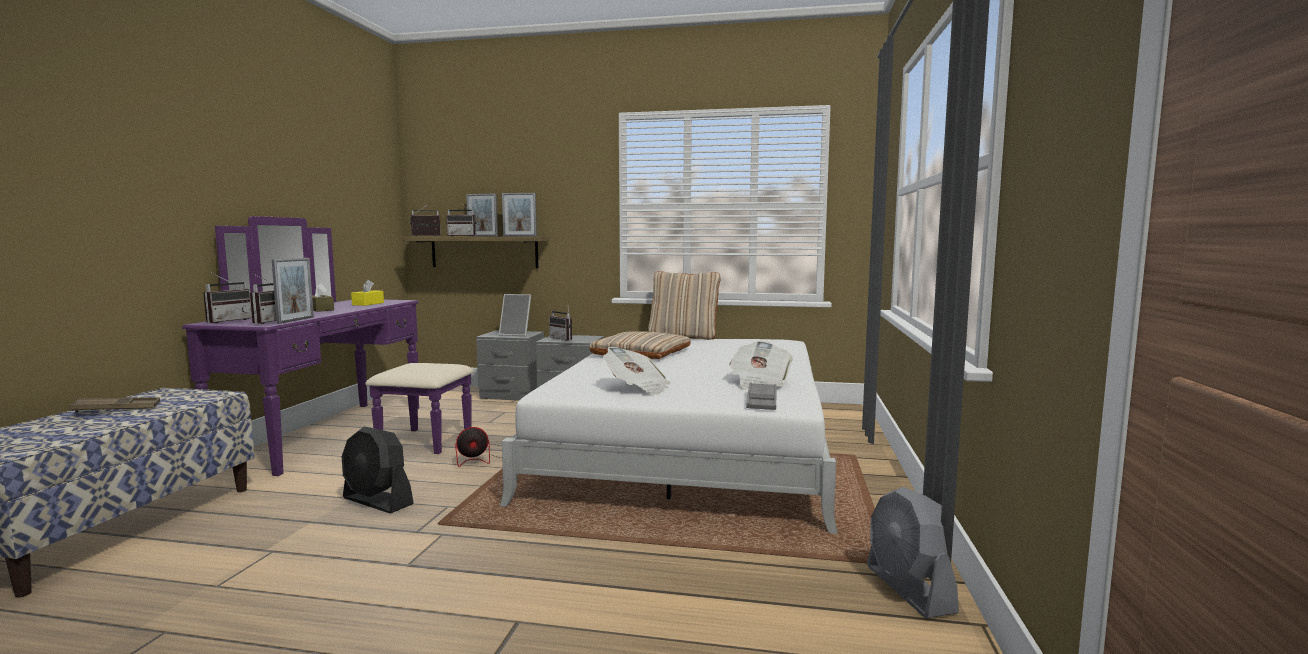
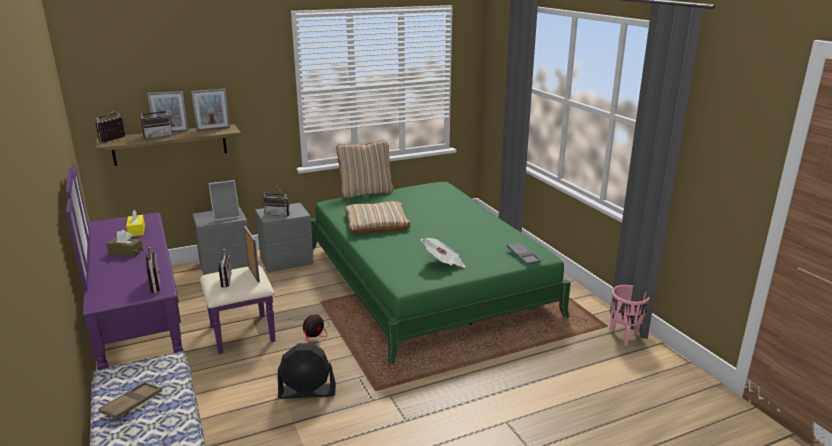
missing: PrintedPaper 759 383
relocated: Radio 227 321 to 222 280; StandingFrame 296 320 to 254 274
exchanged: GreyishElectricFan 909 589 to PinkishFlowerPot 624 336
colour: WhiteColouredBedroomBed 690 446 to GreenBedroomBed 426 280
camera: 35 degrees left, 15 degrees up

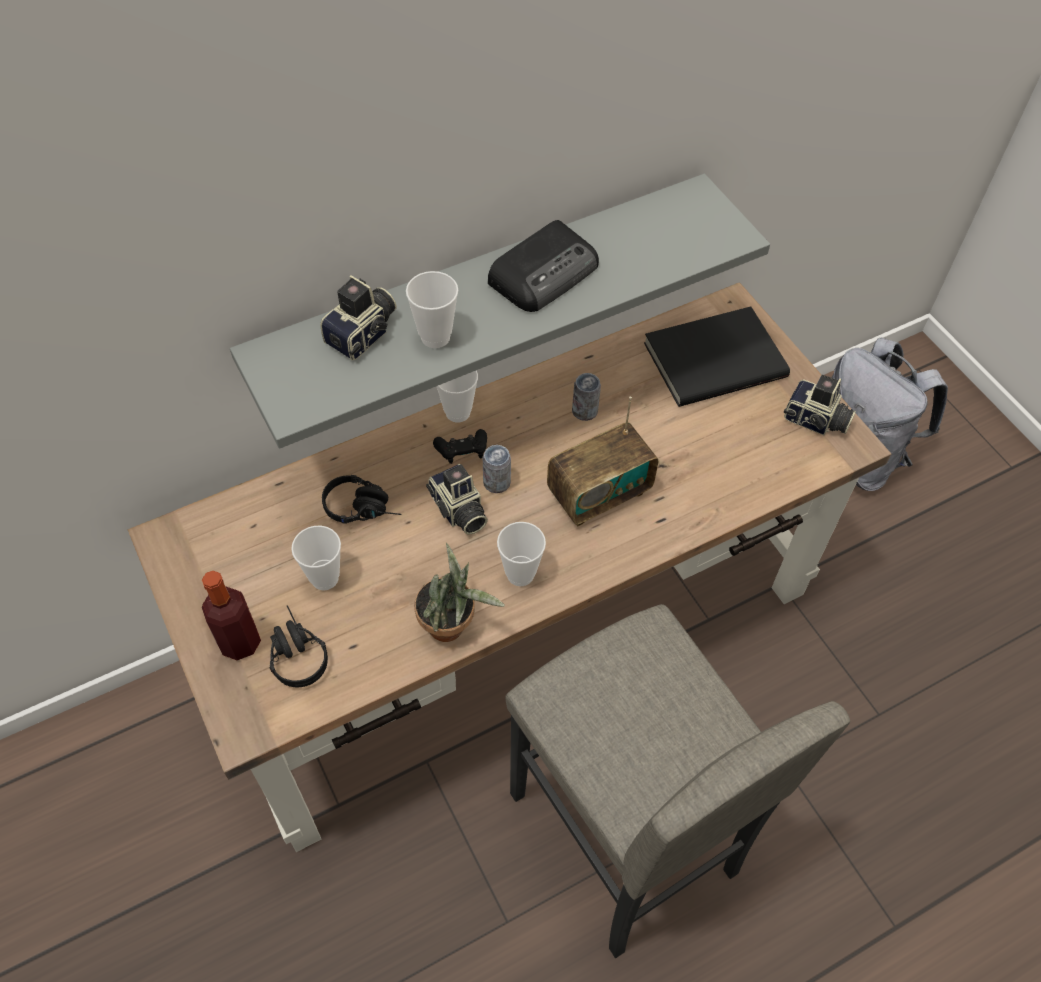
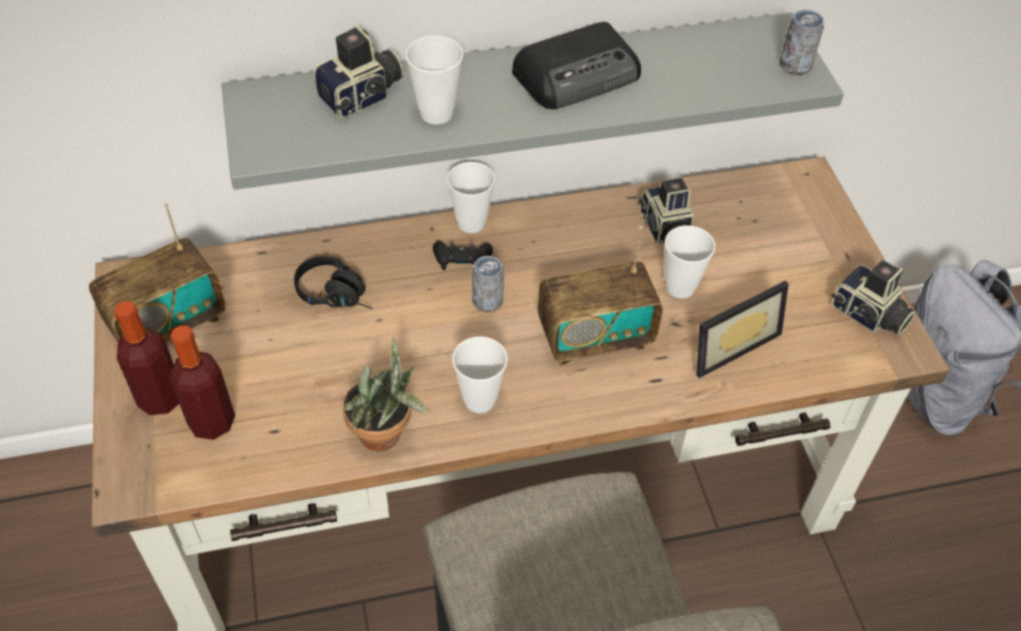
missing: BlackBook 713 358
appeared: Radio 168 324; StandingFrame 728 342
relocated: DrinkingCup 324 578 to 680 287; PhotoCamera 458 511 to 665 232; MetalCan 584 411 to 795 66
exchanged: BlackHeadphones 295 652 to BeverageBottle 212 422
camera: 15 degrees right, 5 degrees down

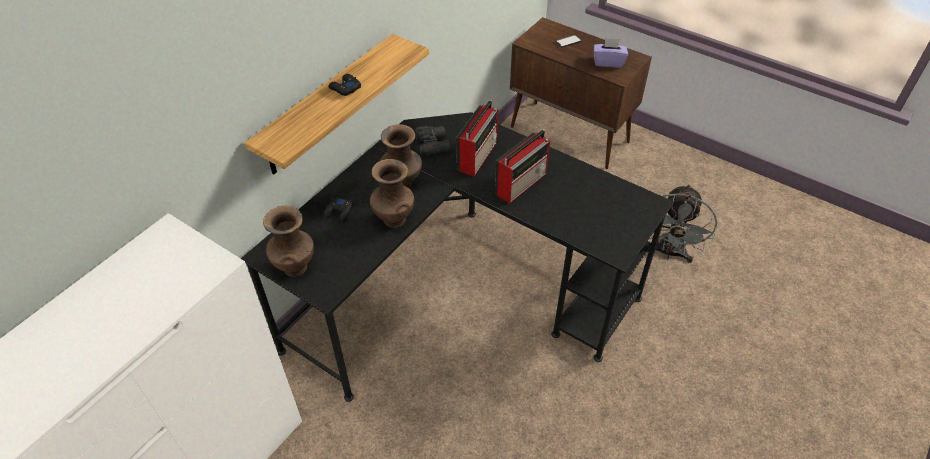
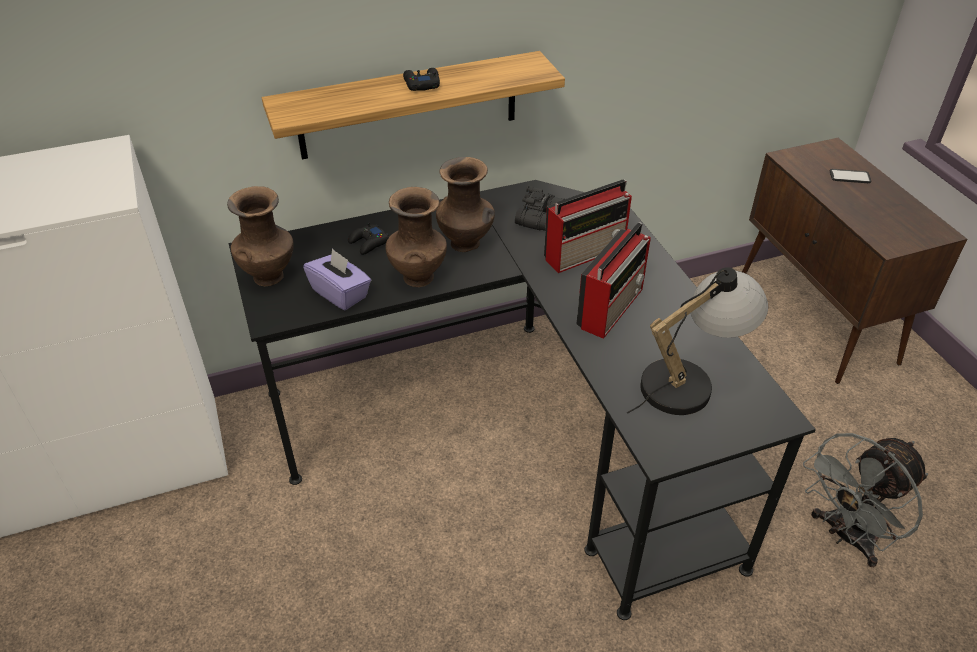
appeared: TabletopLamp 690 381
relocated: PurpleColouredBoxOfTissues 608 62 to 340 293
spun: Radio 522 183 = 611 307 45 degrees counterclockwise
camera: 35 degrees right, 5 degrees down

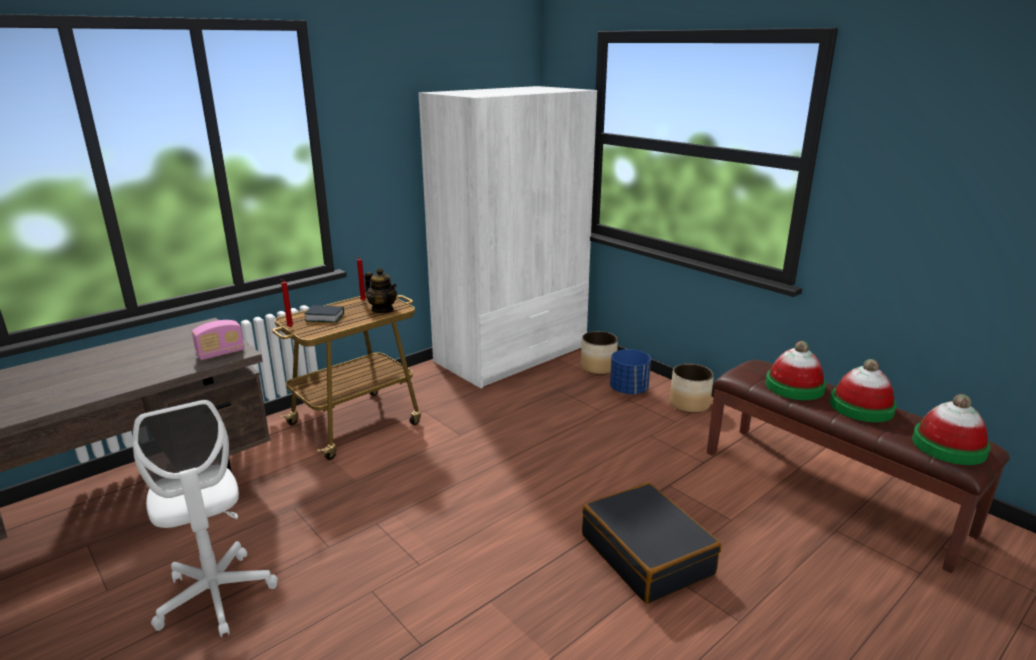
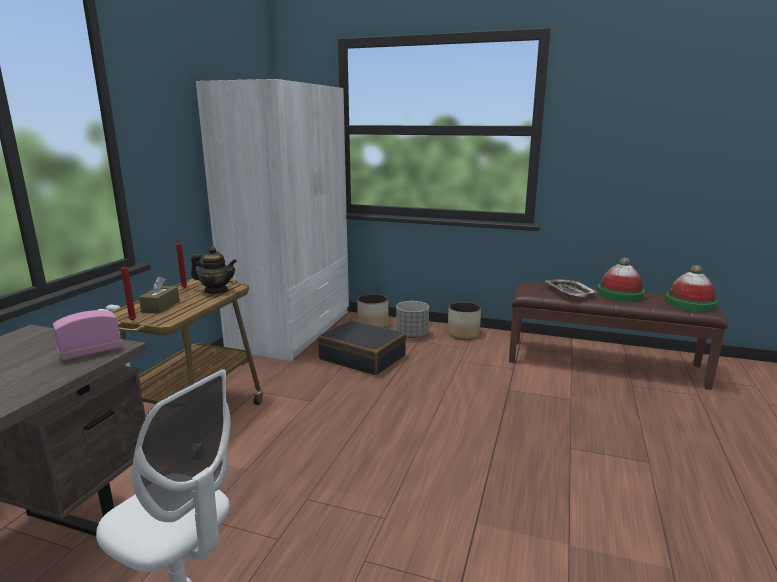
relocated: BlackTravelCase 647 554 to 362 357
exchanged: Book 324 317 to BrownBoxOfTissues 161 306; WearableHat 794 386 to CarryingTray 569 291
colour: BlueColouredFlowerPot 629 390 to GreyishFlowerPot 412 335
spun: Radio 221 353 = 91 352 150 degrees counterclockwise
camera: 30 degrees left, 5 degrees down

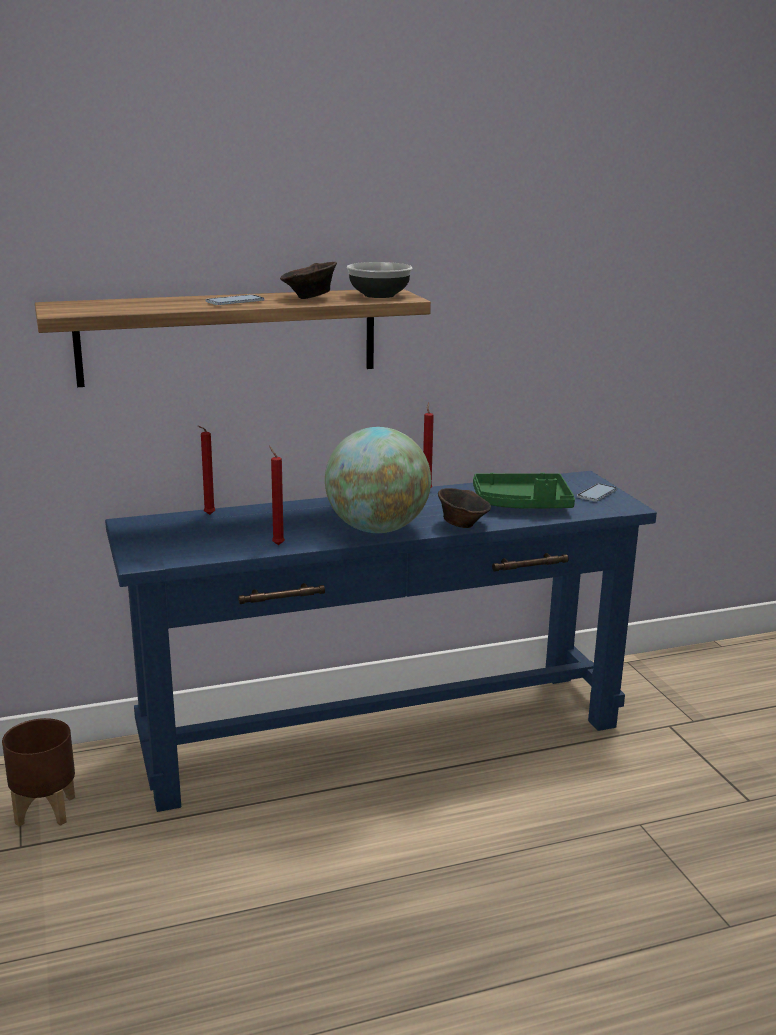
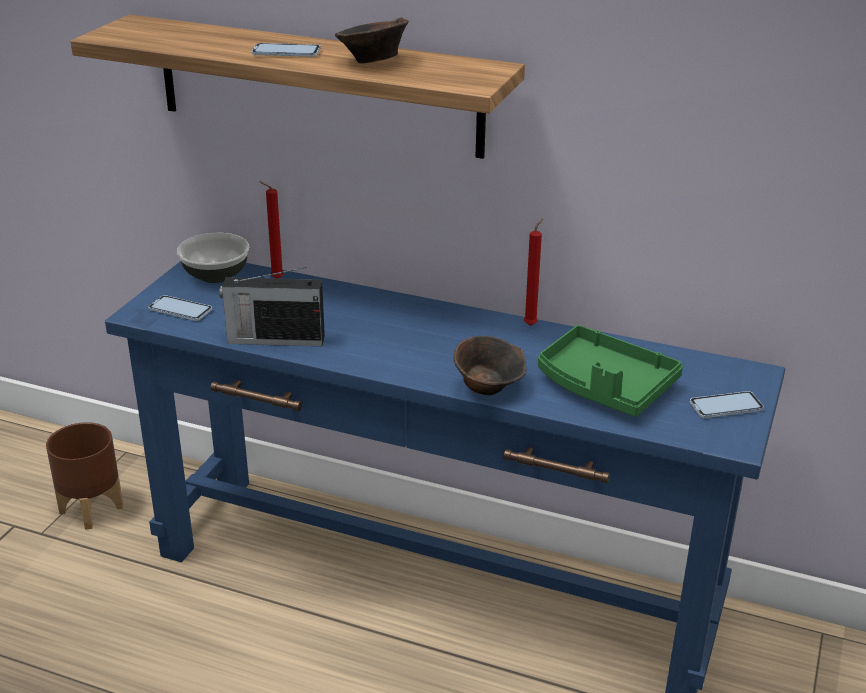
missing: WorldGlobe 377 529
appeared: Telephone 180 310
relocated: Bowl 378 295 to 216 275
exchanged: RedWaxCandle 277 544 to Radio 274 339
camera: 40 degrees right, 10 degrees up

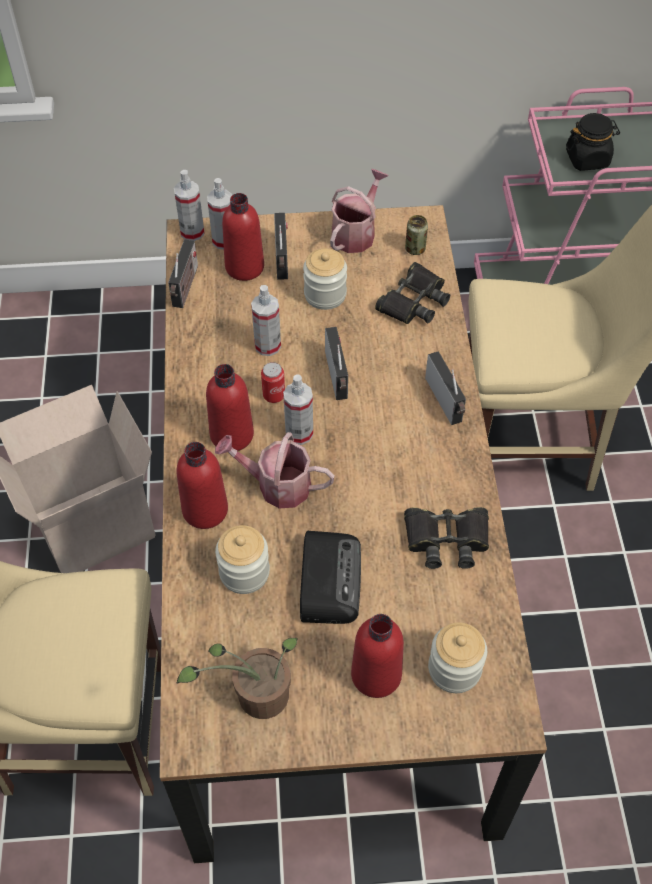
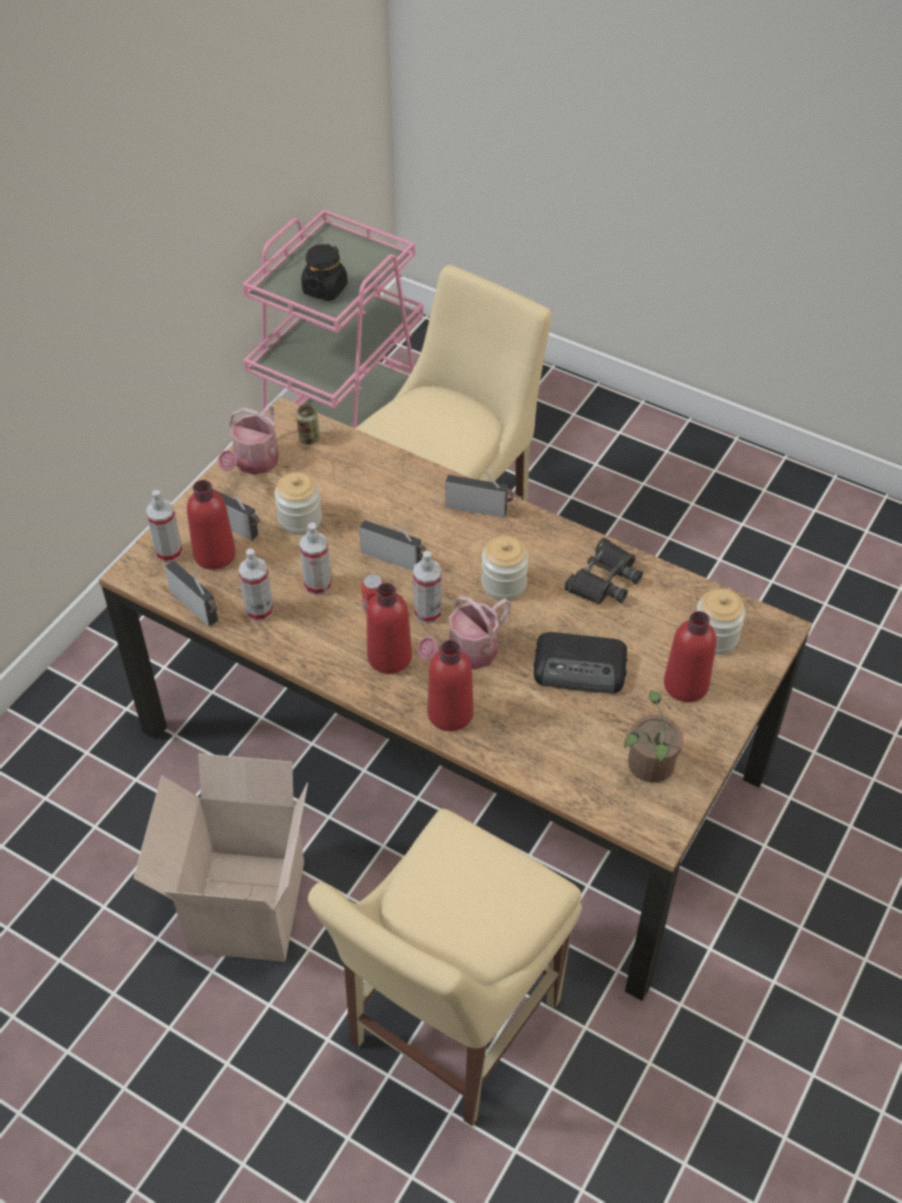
missing: BlackPairOfBinoculars 414 301
relocated: SprayBottle 192 232 to 259 610; StorageJar 244 572 to 504 584
spun: Radio 328 579 = 581 668 150 degrees clockwise; WateringPot 356 233 = 253 464 135 degrees counterclockwise
camera: 55 degrees left, 5 degrees down

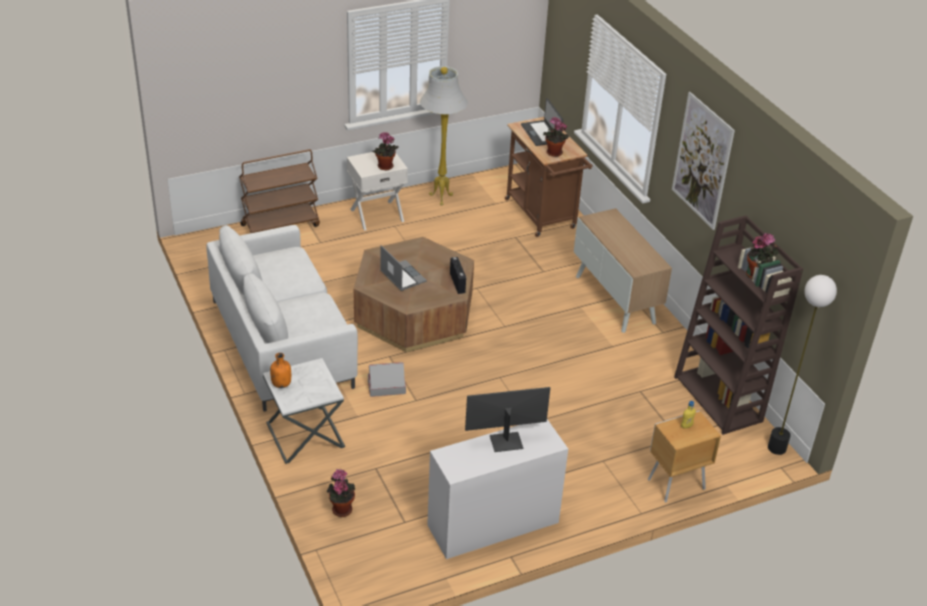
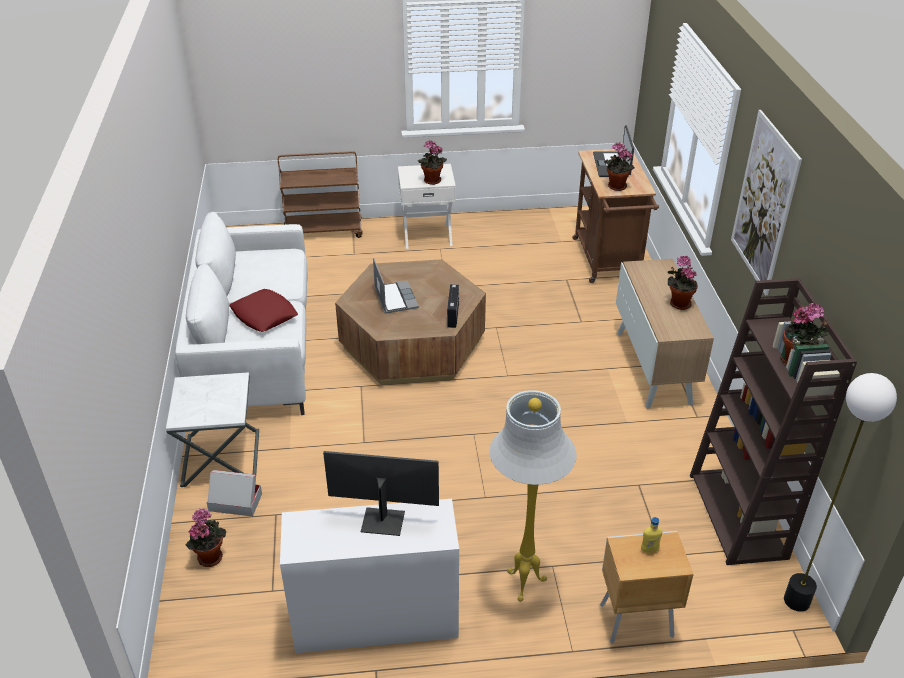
missing: OrangeColouredBeverageBottle 281 384
appeared: RedThrowPillow 264 315; Houseplant 678 303
relocated: Carton 386 387 to 235 502; WhiteColouredFloorLamp 440 198 to 522 584
camera: 20 degrees right, 0 degrees up

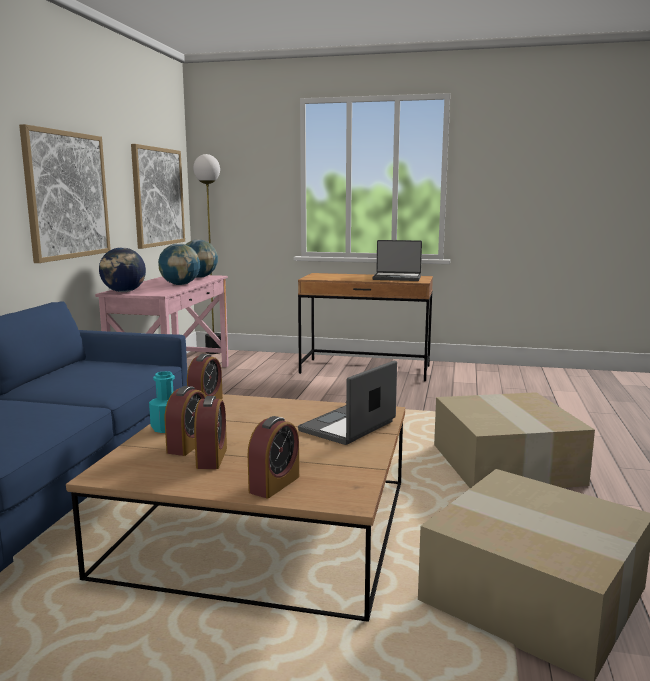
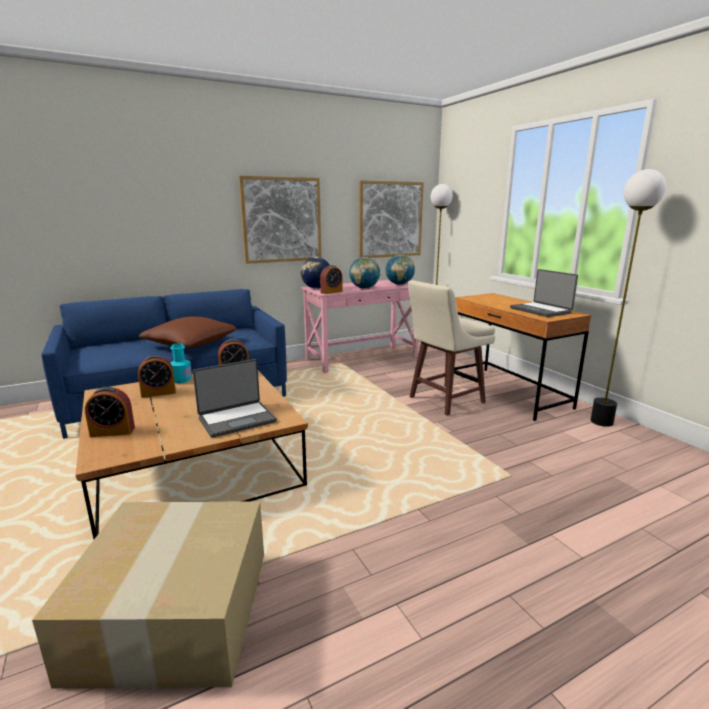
missing: Carton 508 465
appeared: BrownThrowPillow 190 344; BeigeColouredSittingStool 444 400; FloorLamp 602 422
relocated: TableClock 212 458 to 331 292
spun: Laptop 349 427 = 237 419 150 degrees clockwise
camera: 50 degrees right, 5 degrees up

